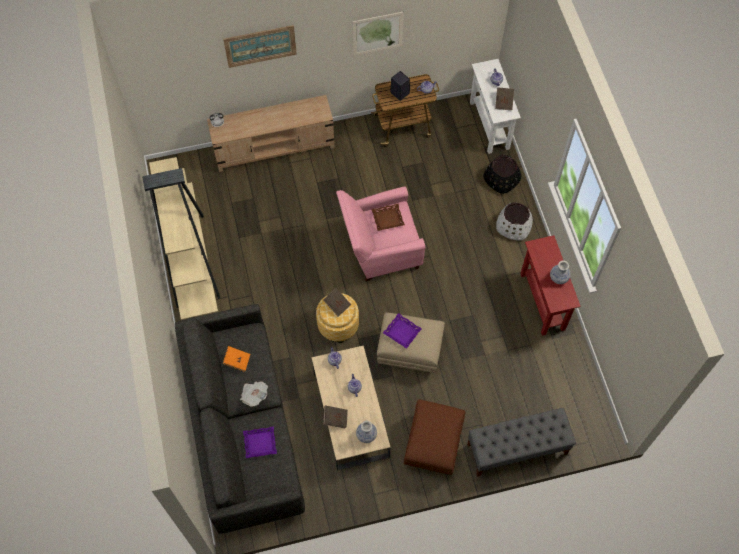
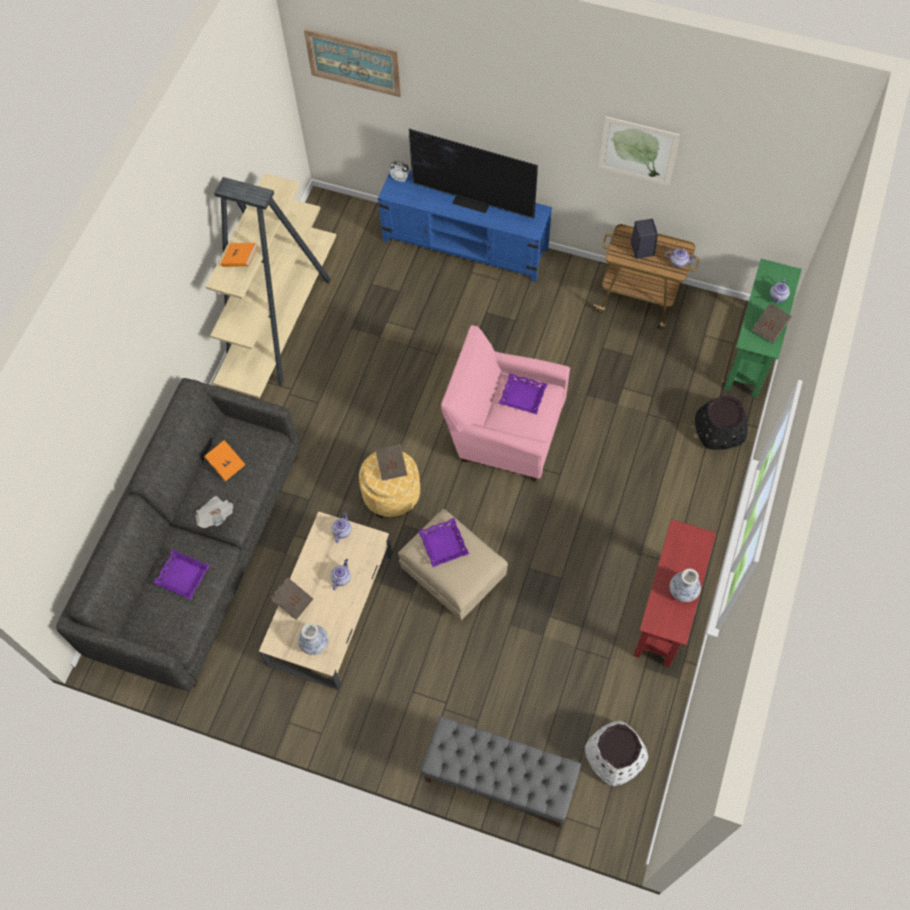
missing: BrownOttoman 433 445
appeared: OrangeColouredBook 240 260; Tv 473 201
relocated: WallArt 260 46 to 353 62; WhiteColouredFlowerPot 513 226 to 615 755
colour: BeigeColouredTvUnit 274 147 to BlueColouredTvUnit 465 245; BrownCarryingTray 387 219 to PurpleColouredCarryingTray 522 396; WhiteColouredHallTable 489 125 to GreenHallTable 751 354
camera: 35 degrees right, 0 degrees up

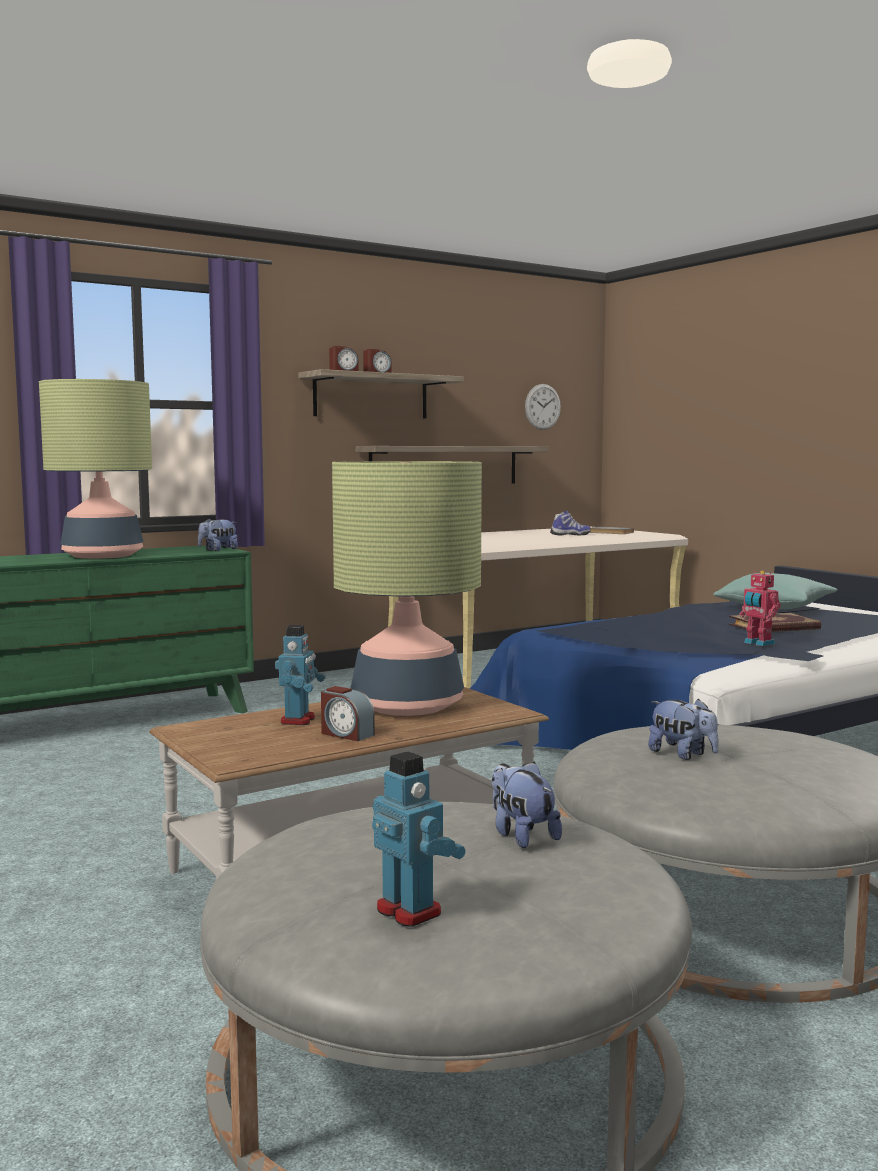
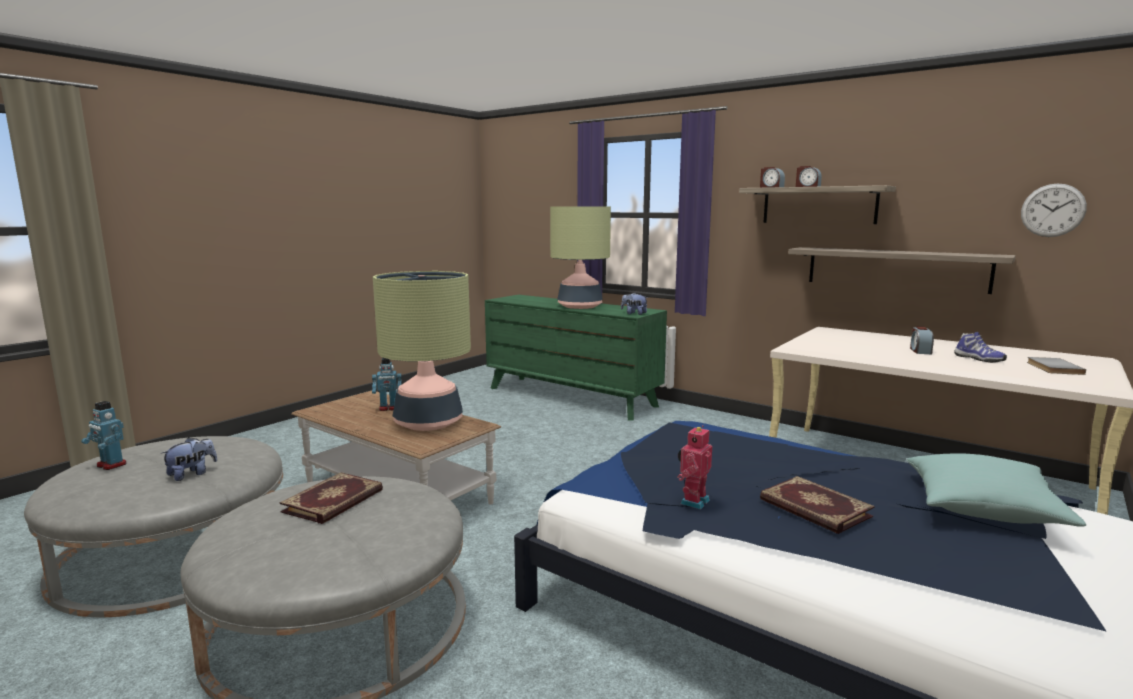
relocated: TableClock 346 734 to 920 351
exchanged: PlushToy 682 754 to Book 334 501
spun: ModelRobot 410 911 = 111 465 90 degrees clockwise
camera: 70 degrees right, 5 degrees up

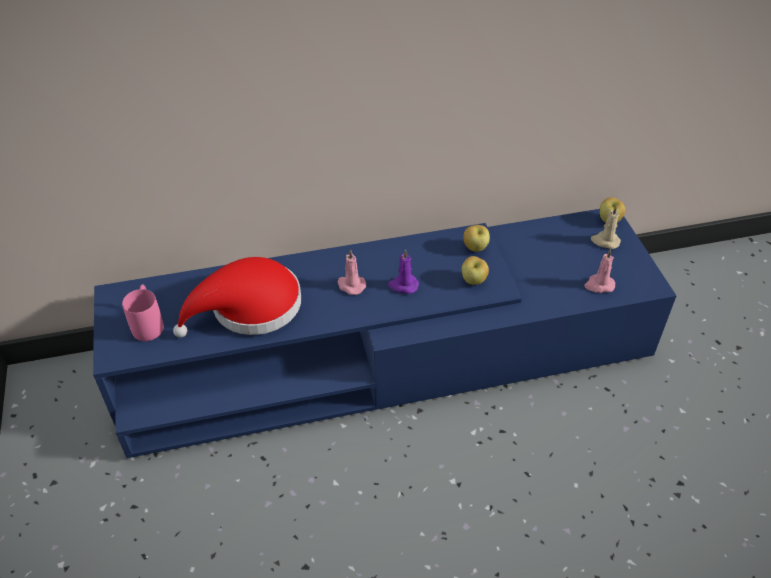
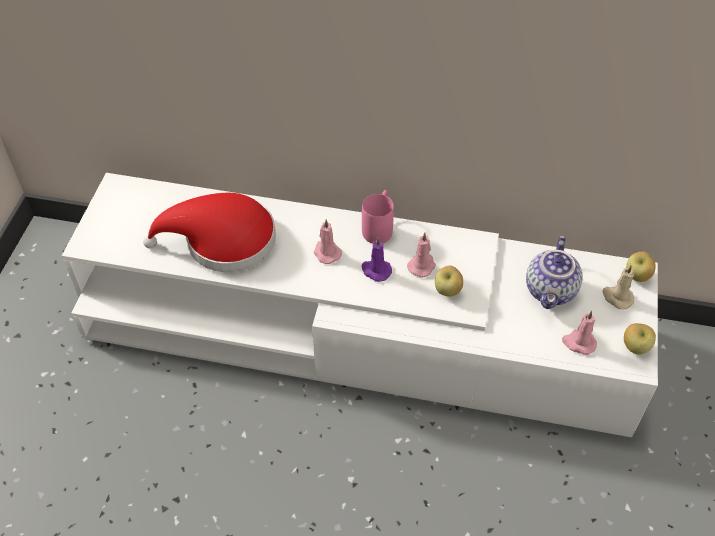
appeared: PinkishWaxCandle 422 265; PotForTea 551 291
relocated: PinkishMug 148 323 to 379 227; AppleFruit 475 248 to 635 347
colour: BlueColouredTvUnit 385 356 to WhiteColouredTvUnit 357 331
camera: 25 degrees right, 5 degrees up

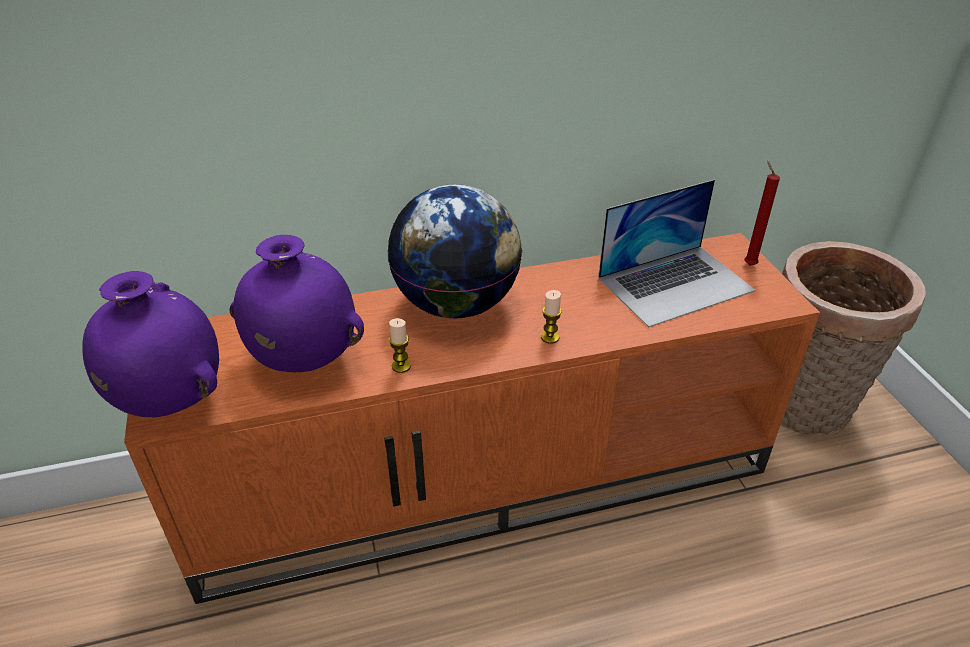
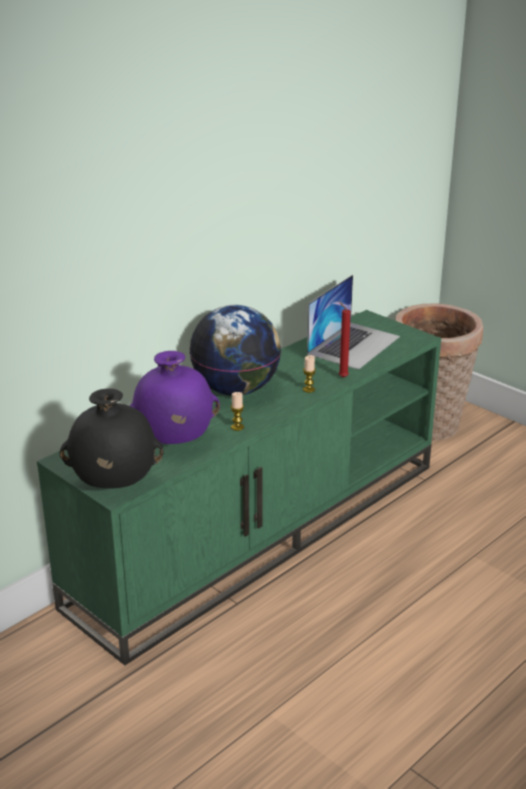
relocated: RedWaxCandle 748 264 to 341 377
colour: PurpleColouredFlowerVase 170 401 to BlackFlowerVase 113 485; OrangeColouredTvUnit 486 478 to GreenTvUnit 261 530
camera: 30 degrees left, 10 degrees down

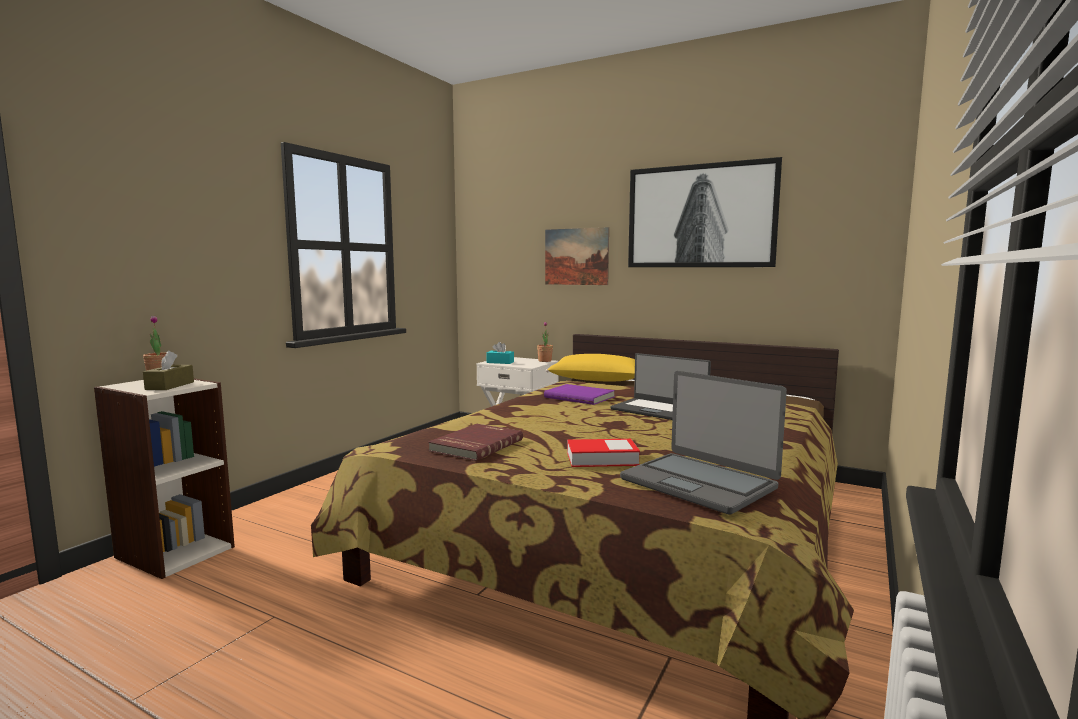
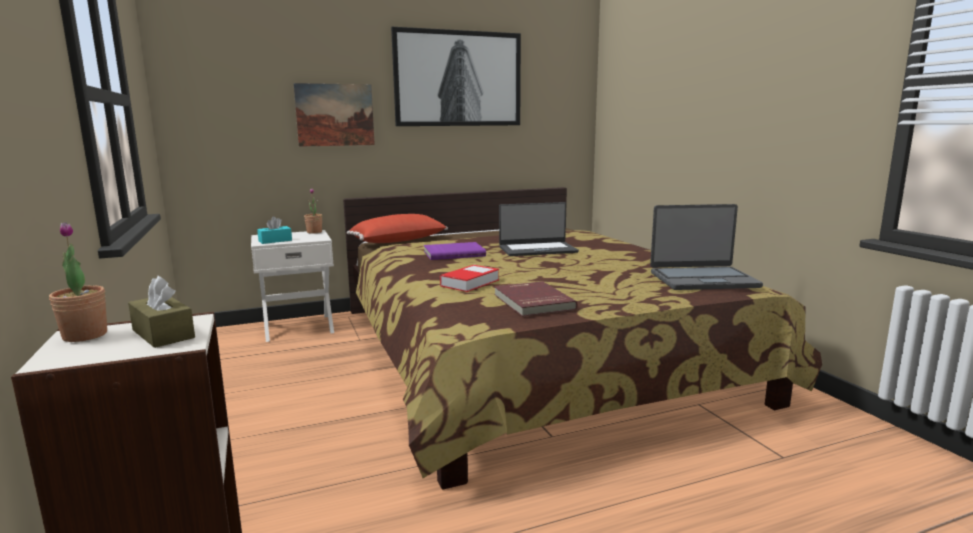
relocated: Book 602 459 to 470 283
colour: YellowishThrowPillow 596 381 to RedThrowPillow 399 242
camera: 50 degrees left, 5 degrees up

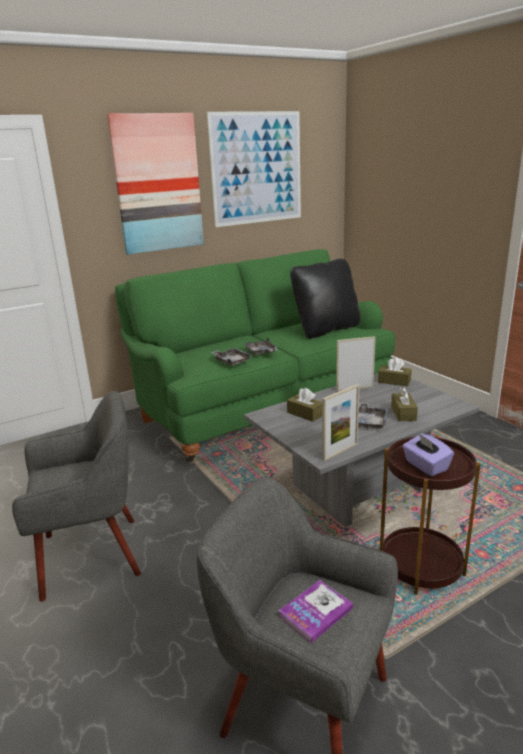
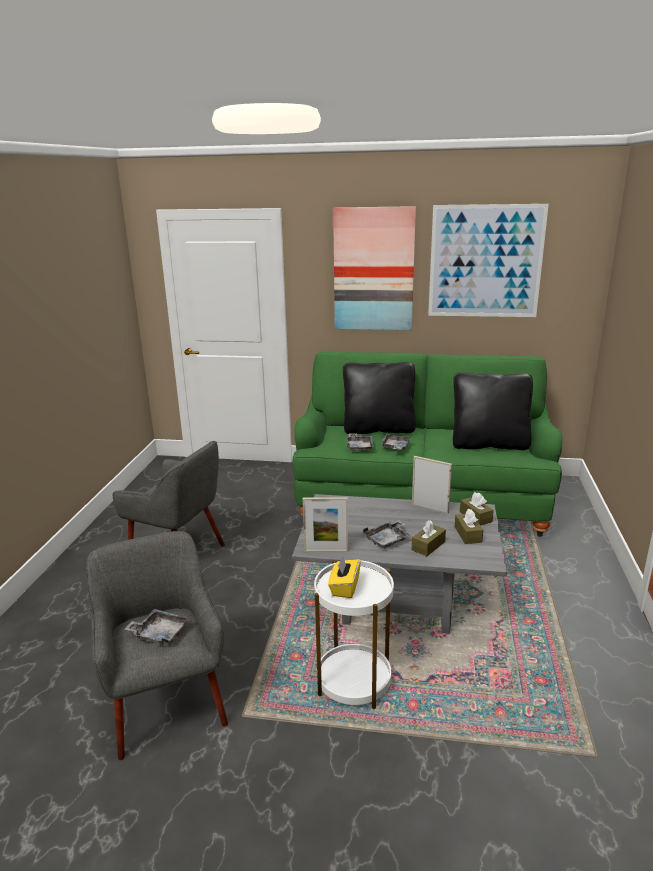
appeared: BlackThrowPillow 378 429
relocated: BrownBoxOfTissues 305 414 to 468 534
exchanged: Book 315 611 to GreyishCarryingTray 159 633
colour: BrownEndTable 421 566 to WhiteColouredEndTable 354 682; PurpleColouredBoxOfTissues 425 466 to YellowishBoxOfTissues 344 587
camera: 40 degrees right, 0 degrees up

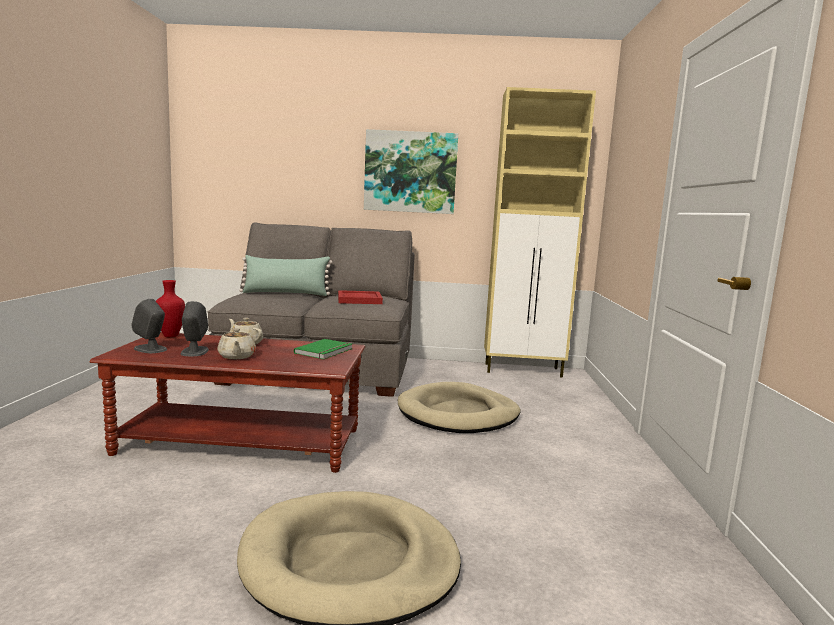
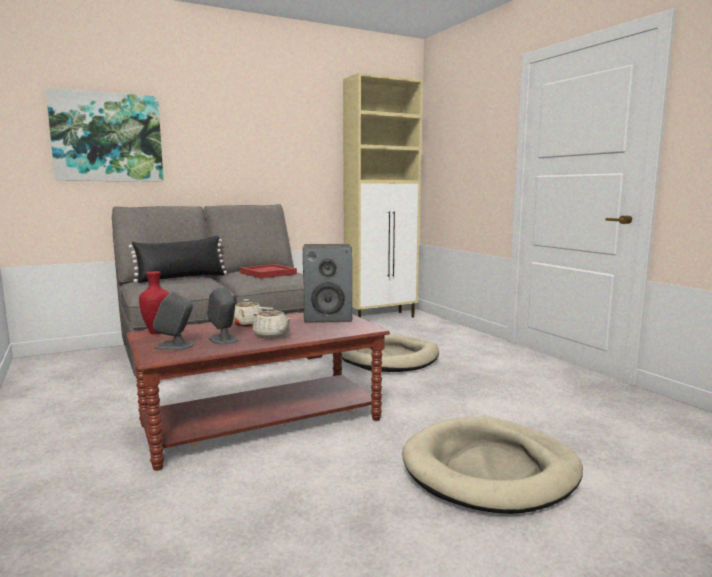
relocated: WallArt 410 172 to 107 137
exchanged: GreenBook 325 351 to Loudspeaker 328 318
colour: GreenThrowPillow 286 293 to BlackThrowPillow 181 278
camera: 30 degrees left, 0 degrees up

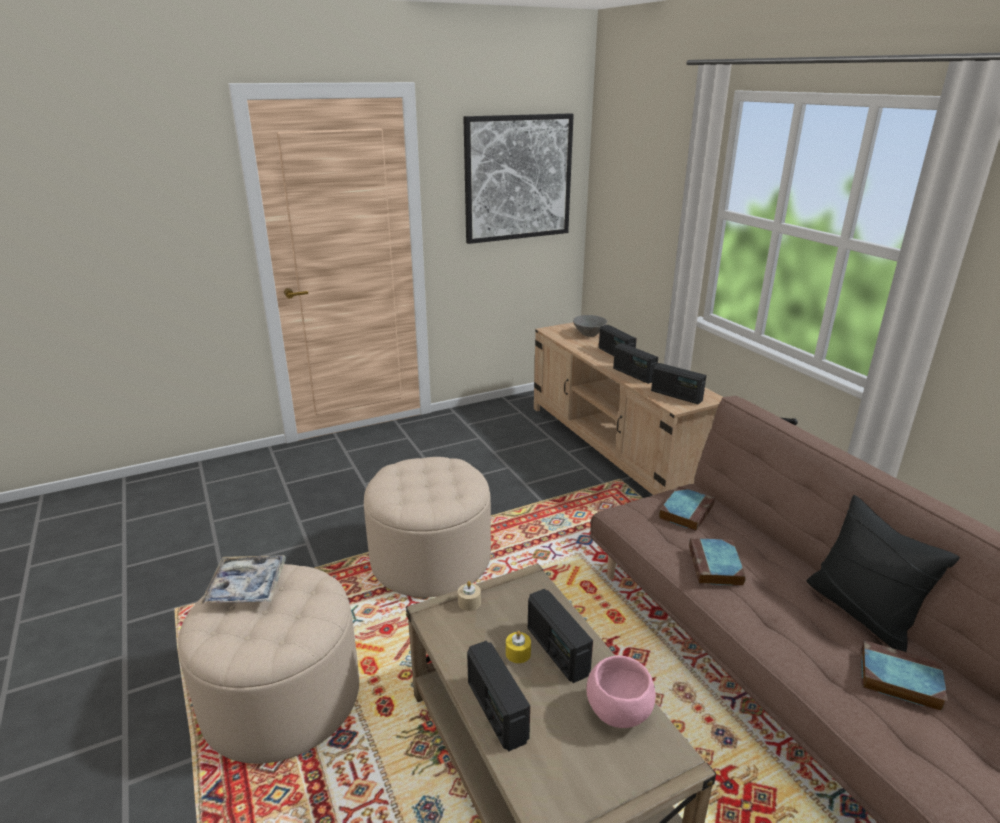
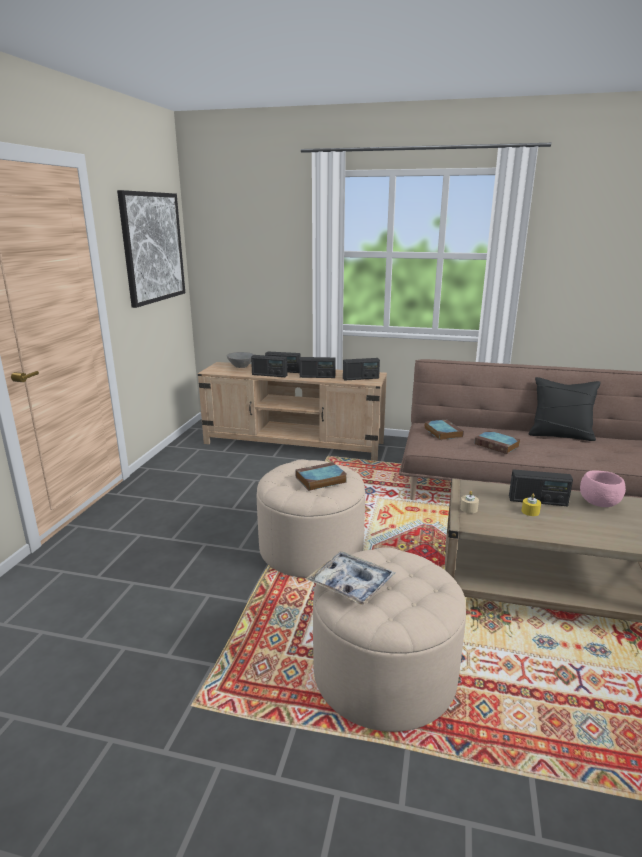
relocated: Radio 496 711 to 269 375; Book 897 679 to 320 480
camera: 50 degrees left, 5 degrees down

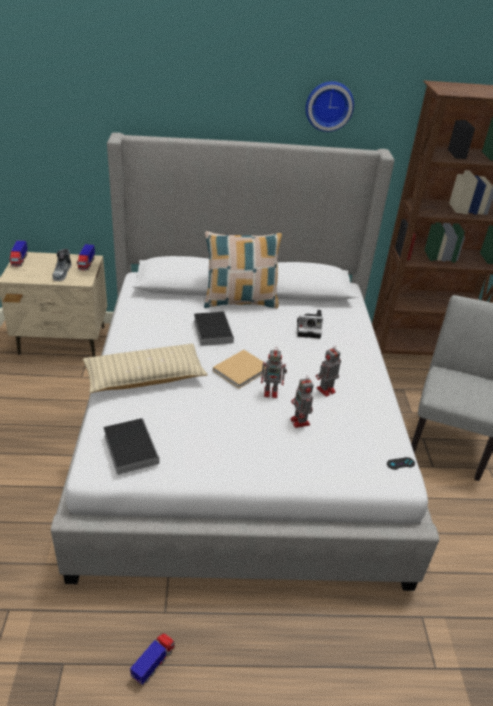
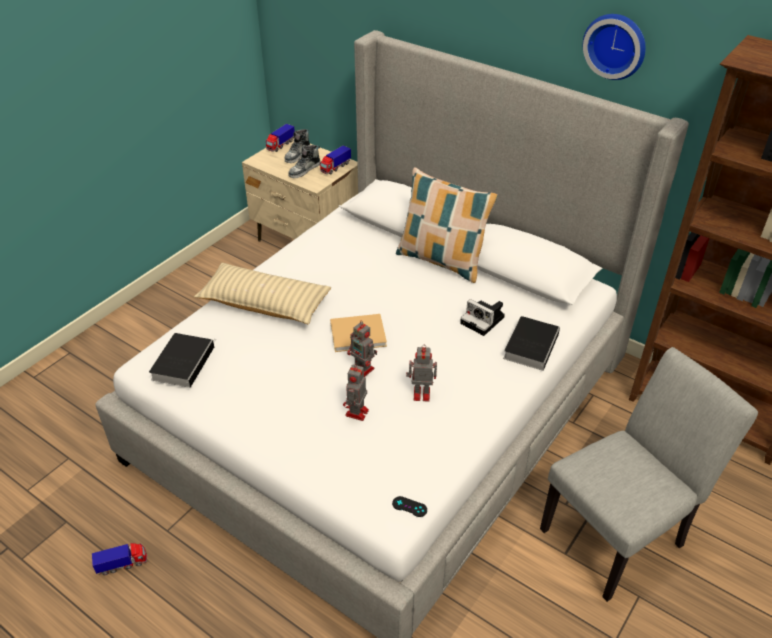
appeared: Shoe 297 154
relocated: Book 212 330 to 531 345
camera: 40 degrees right, 5 degrees up

